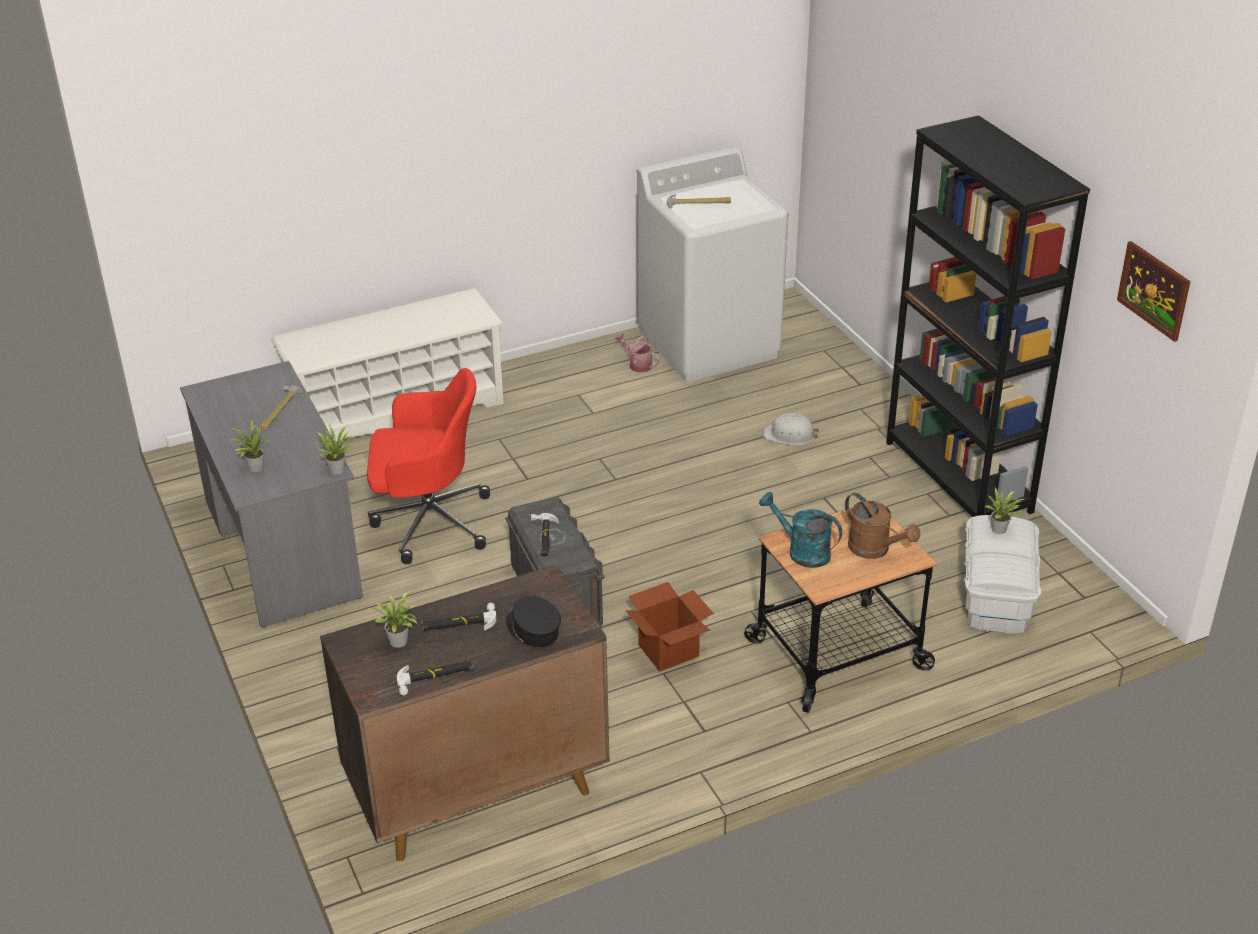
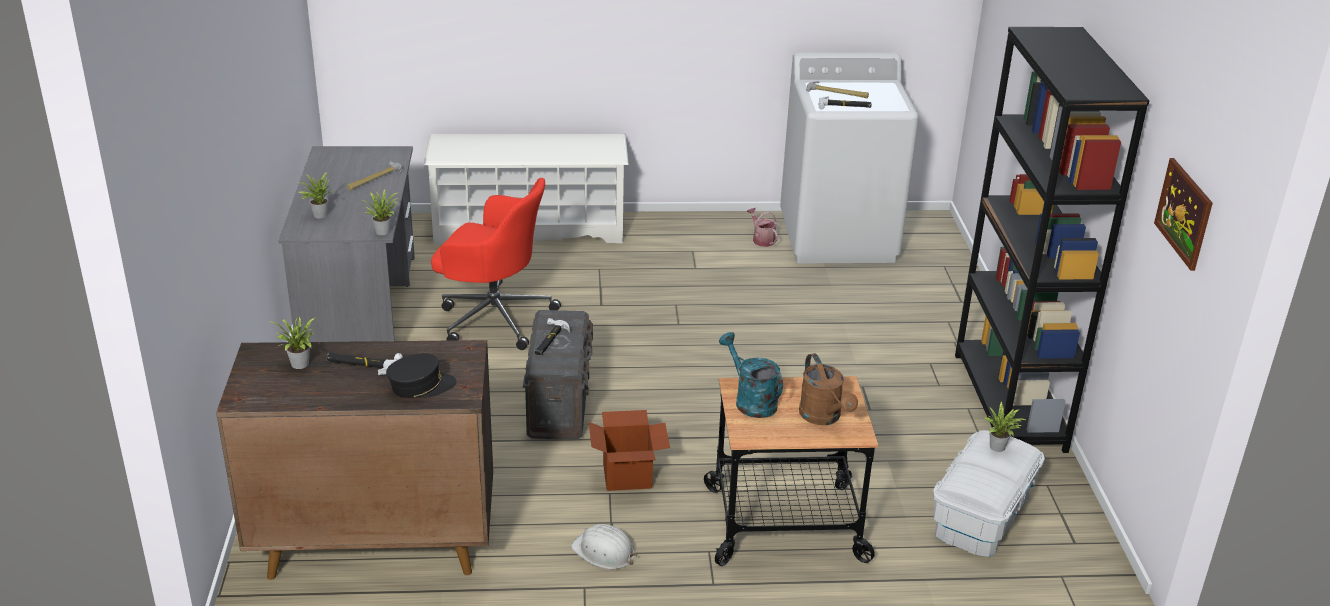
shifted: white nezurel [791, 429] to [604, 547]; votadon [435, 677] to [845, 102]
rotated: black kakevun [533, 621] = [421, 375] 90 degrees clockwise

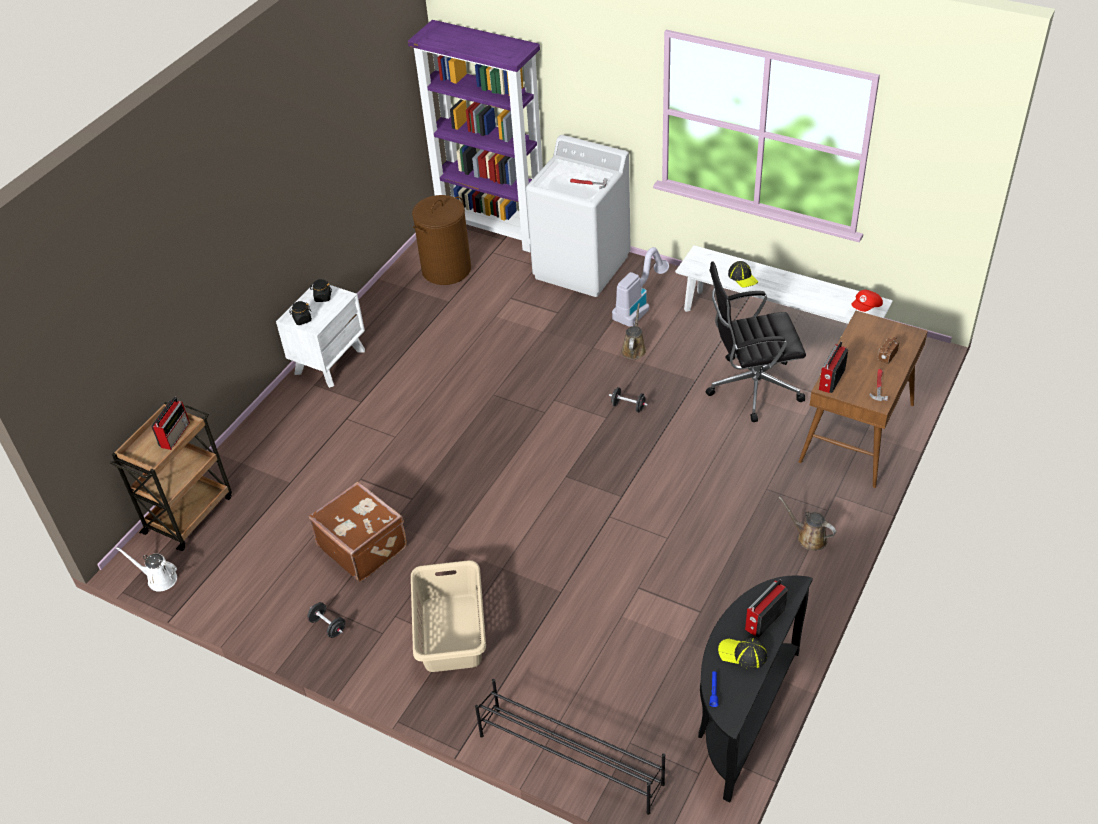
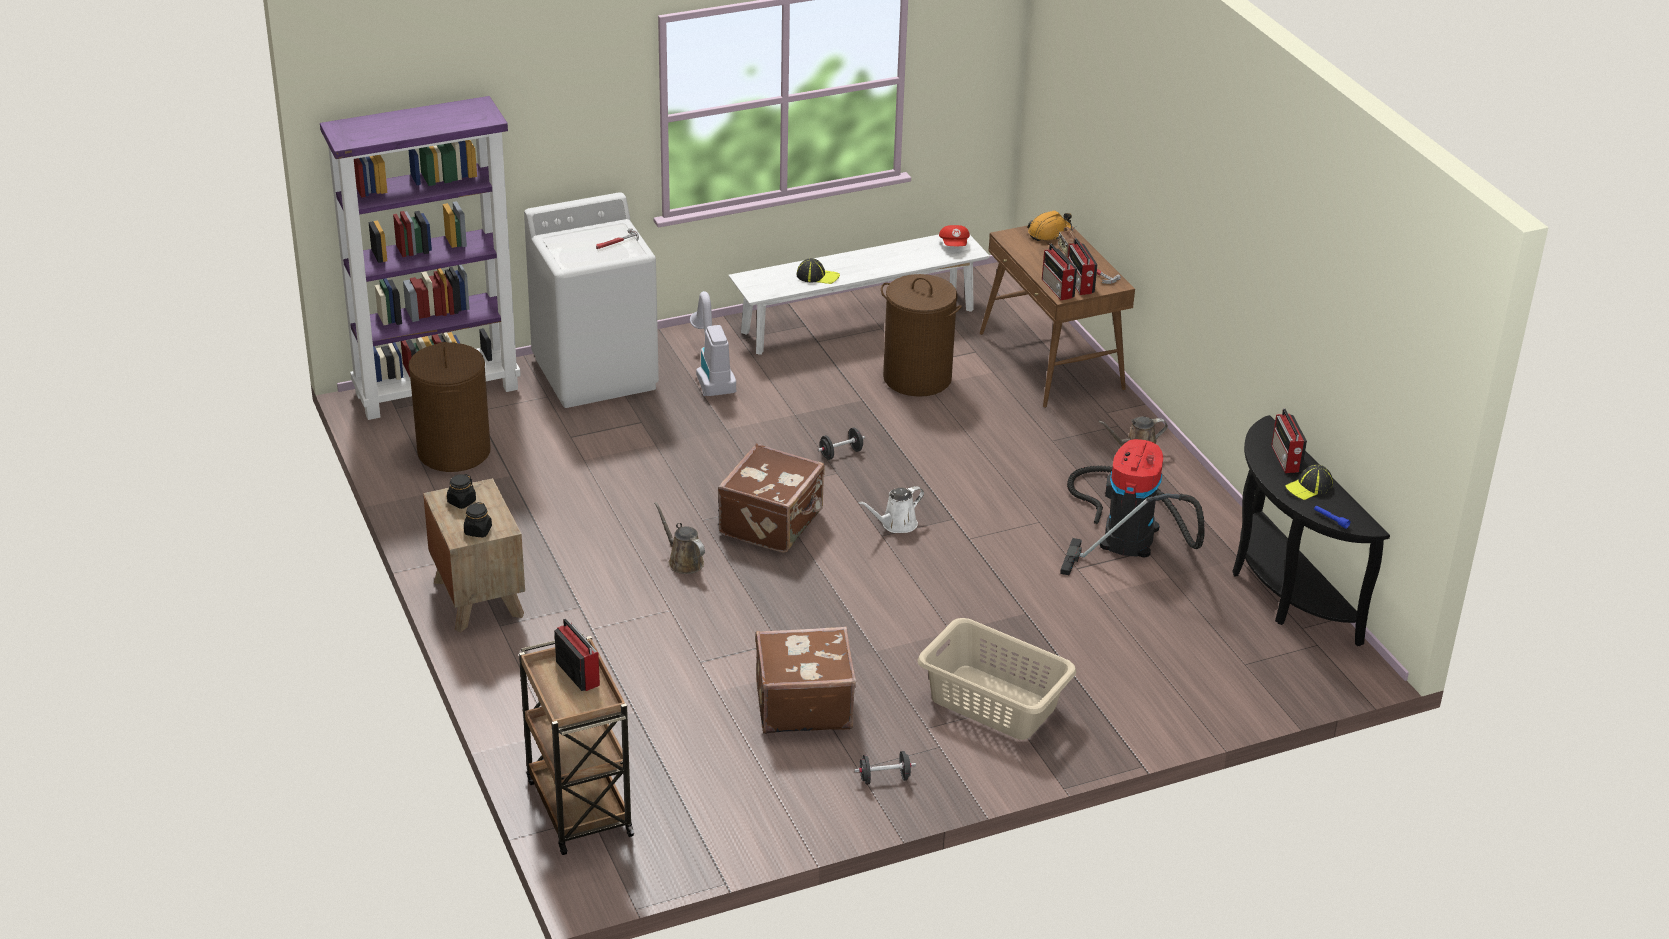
gone: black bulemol [570, 747]
new: orange nezurel [1049, 226]; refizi [1082, 266]; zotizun [1132, 507]; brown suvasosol [771, 498]
shifted: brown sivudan [633, 331] to [679, 538]; white sivudan [146, 569] to [891, 509]
swapped: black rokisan [756, 341] to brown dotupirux [921, 335]
repainted: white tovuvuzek [320, 336] to brown tovuvuzek [474, 555]

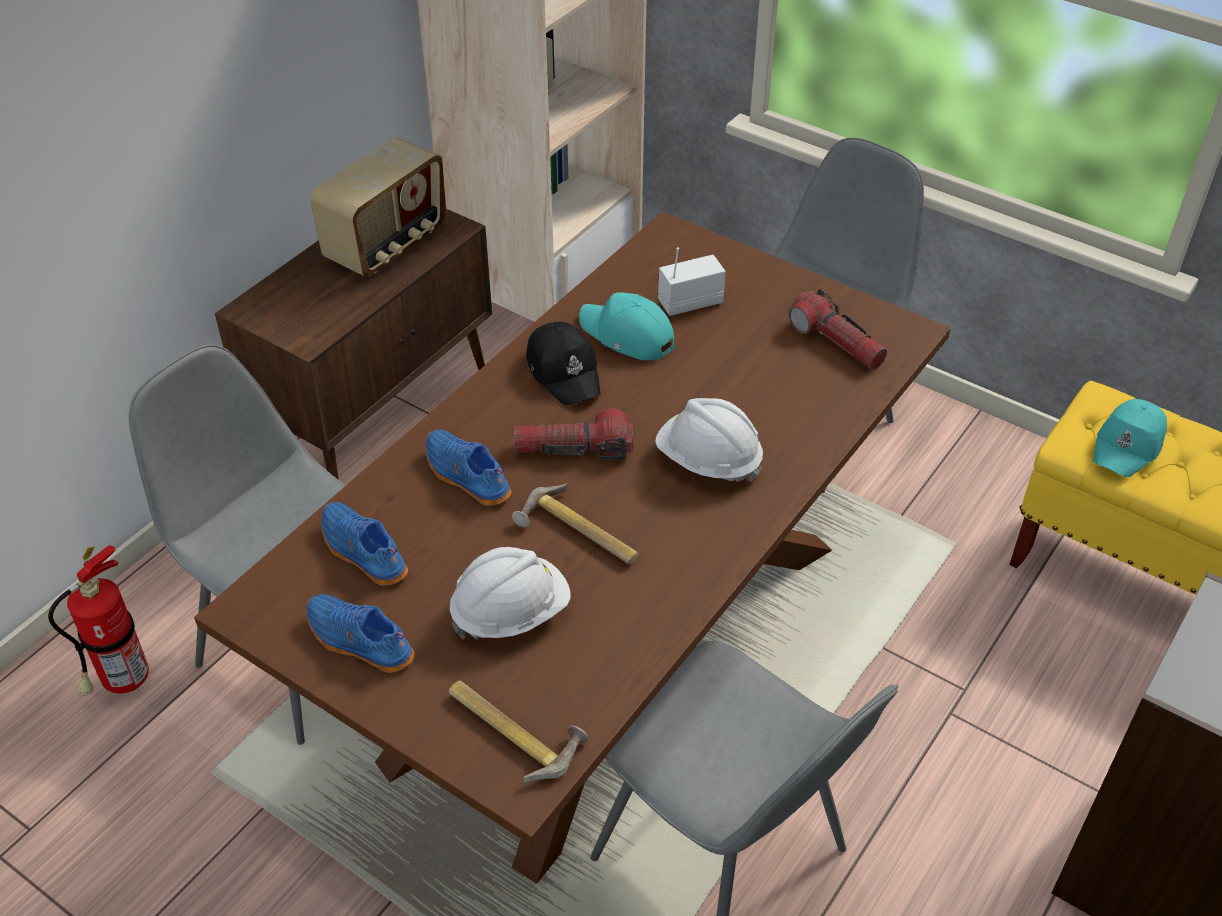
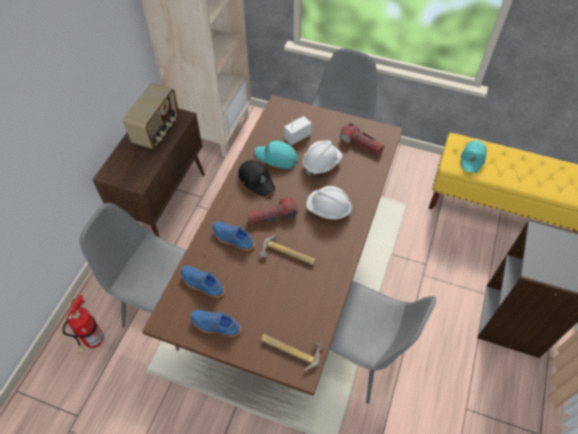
shifted: white nezurel [510, 593] to [322, 158]

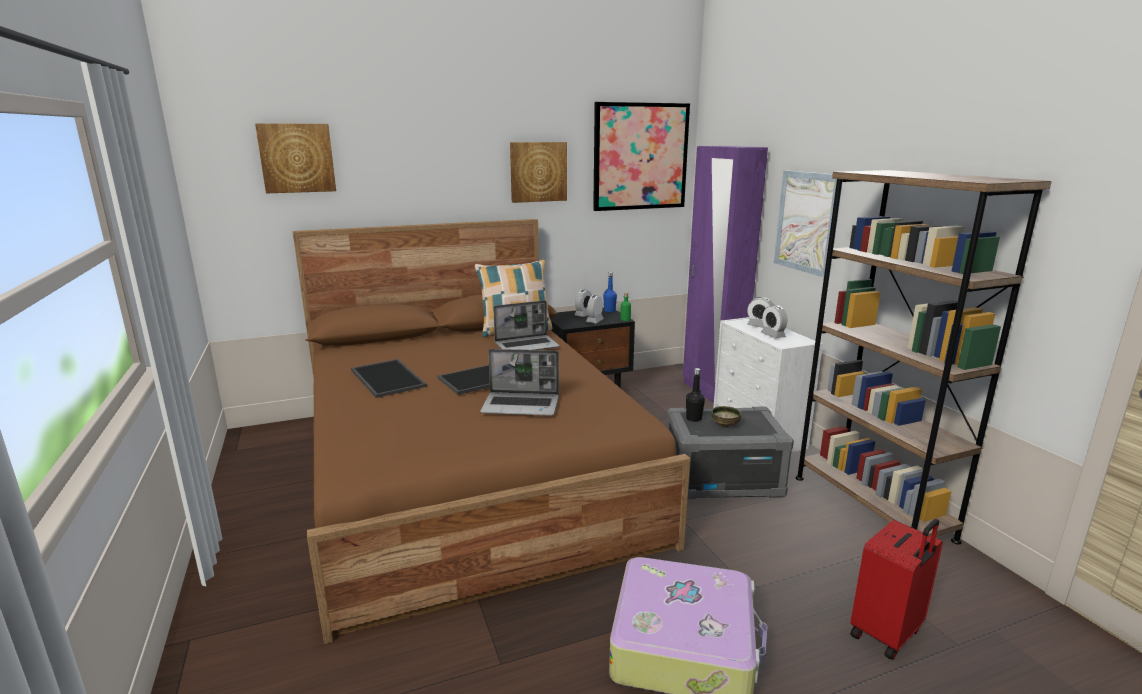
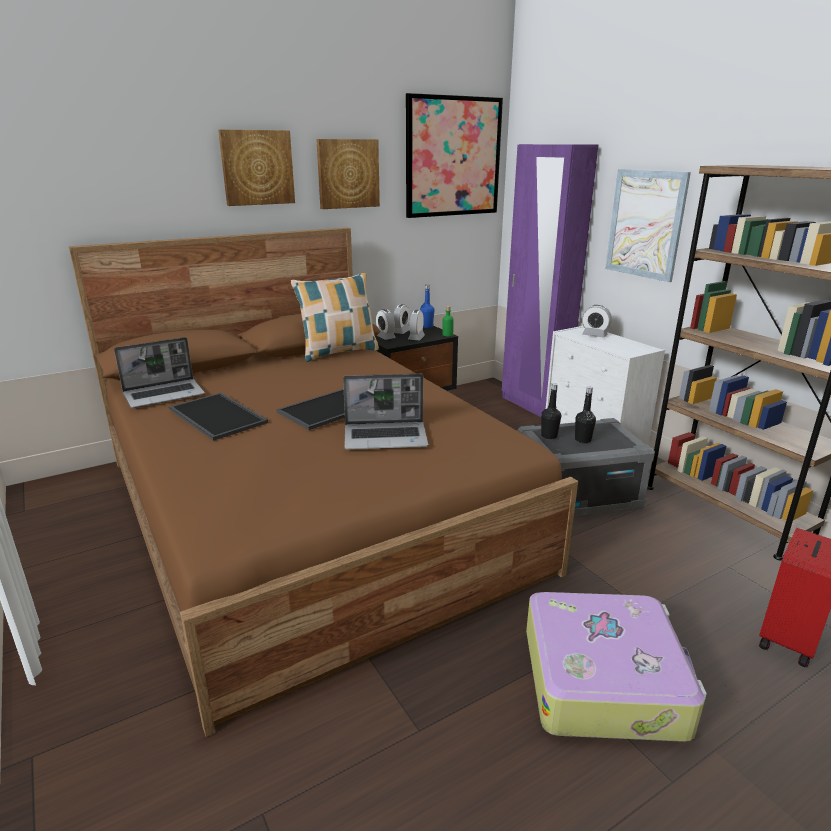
shifted: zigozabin [295, 158] to [256, 167]; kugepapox [526, 325] to [159, 372]; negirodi [774, 321] to [386, 324]
swapped: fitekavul [726, 416] to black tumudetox [585, 414]

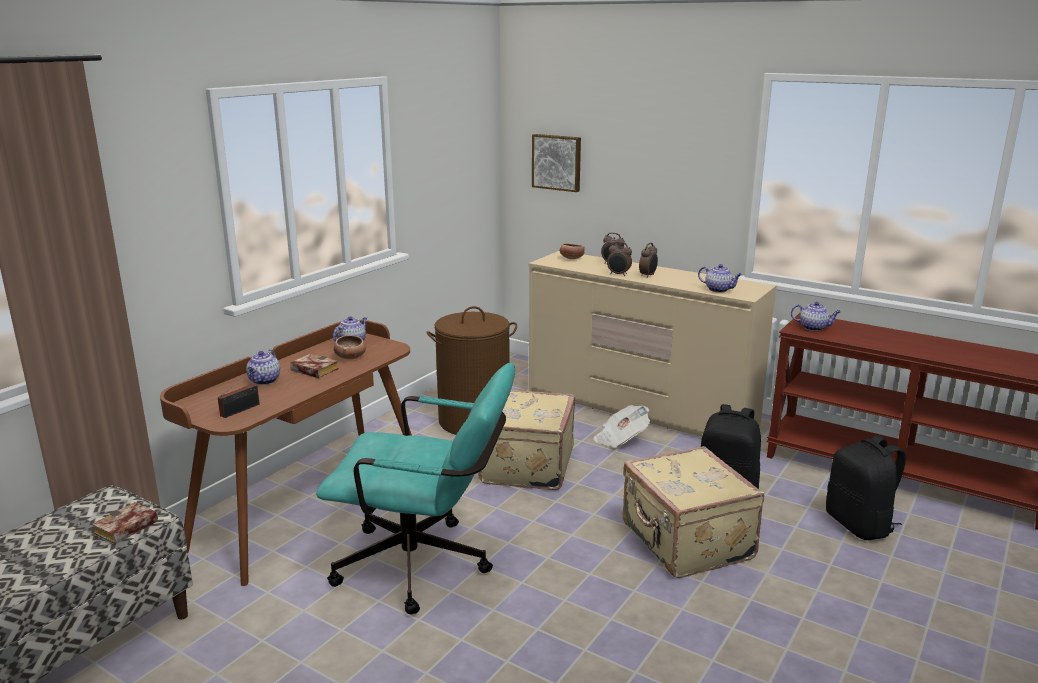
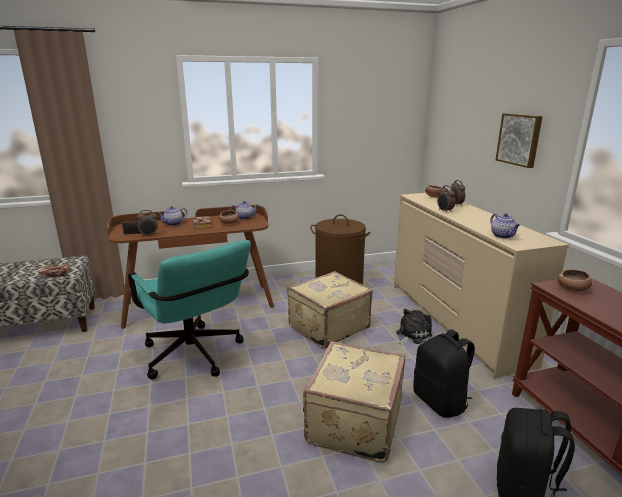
shifted: zigozabin [556, 163] to [519, 140]; negirodi [648, 260] to [147, 223]
swapped: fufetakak [816, 316] to fitekavul [575, 280]; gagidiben [621, 426] to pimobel [414, 327]

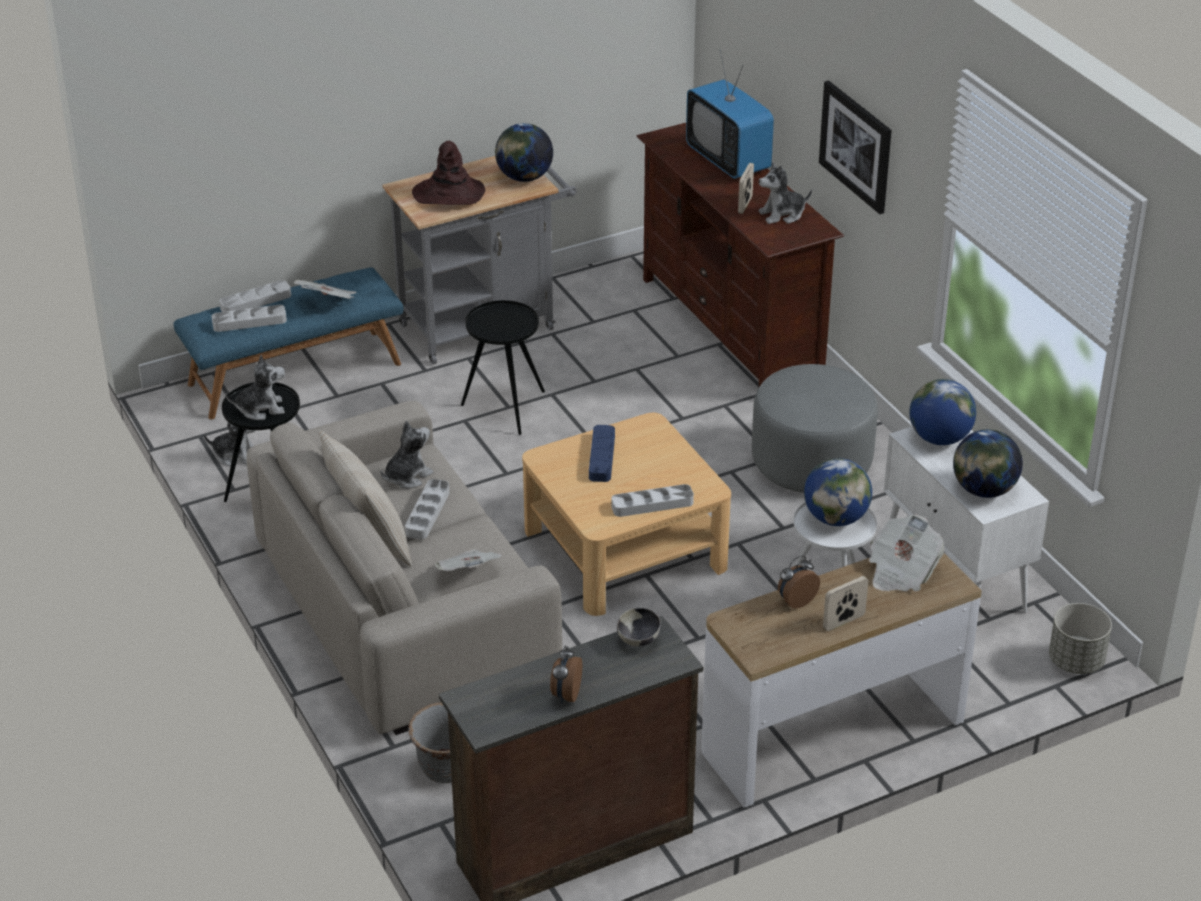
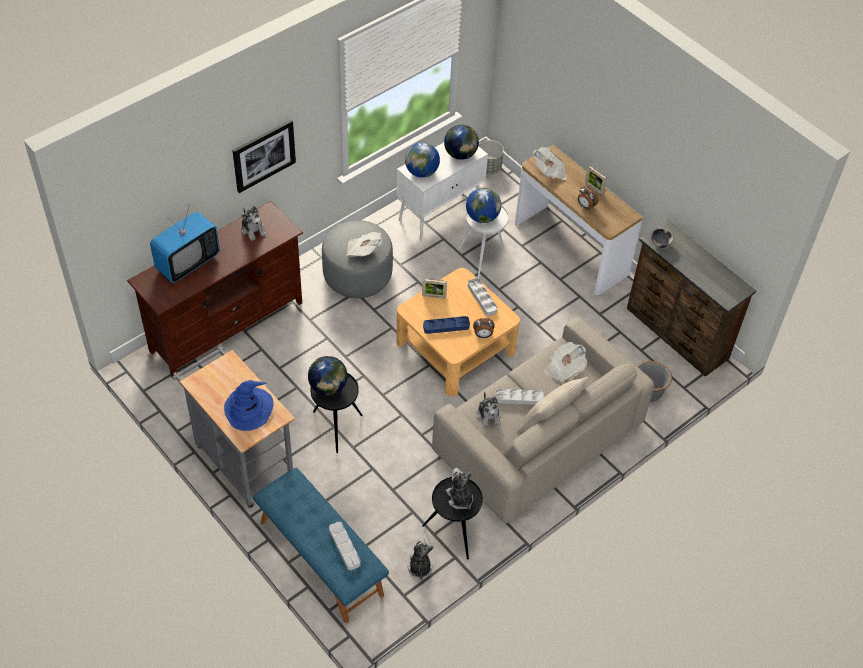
gone: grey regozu [255, 296]
shifted: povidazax [524, 152] to [328, 376]; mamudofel [746, 188] to [434, 289]; gagidiben [325, 289] to [364, 244]; negirodi [566, 674] to [484, 328]
repainted: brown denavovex [448, 173] to blue denavovex [249, 405]
rotated: pimobel [407, 455] = [488, 410] 135 degrees counterclockwise

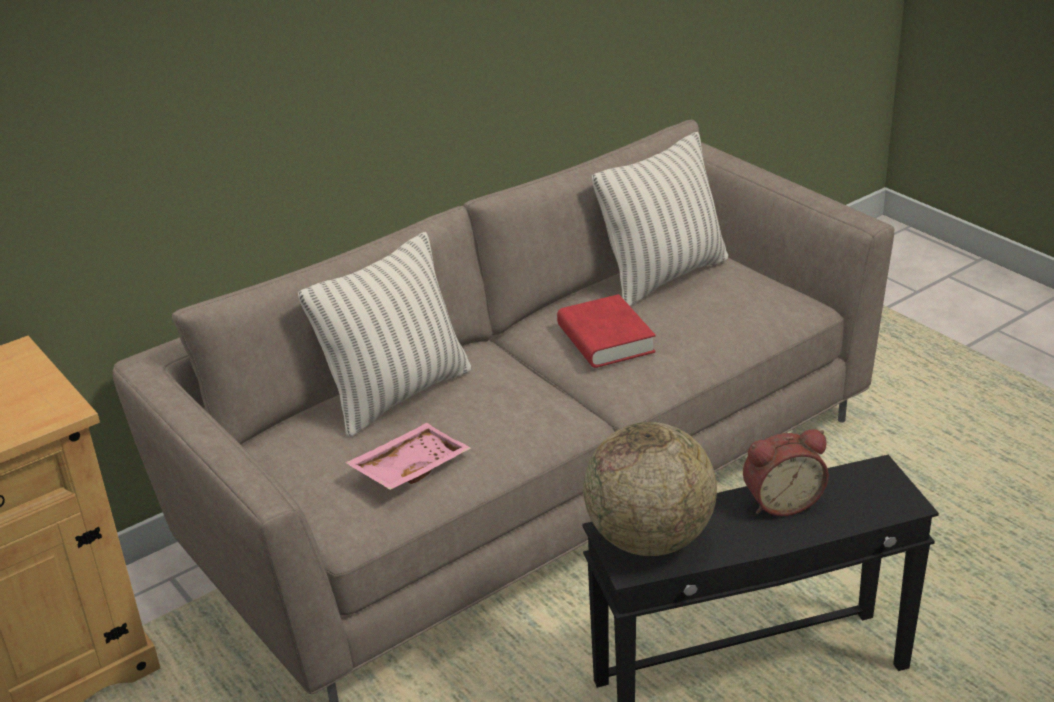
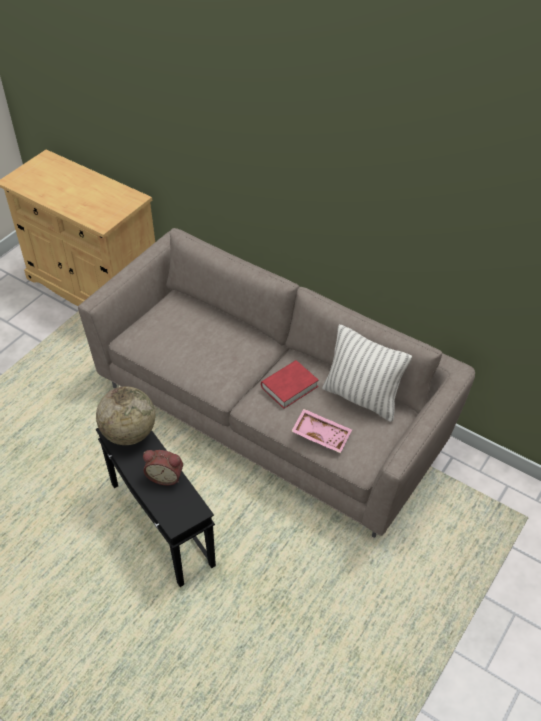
gone: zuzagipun [384, 334]
shifted: pink regozu [408, 456] to [322, 431]
rotated: negirodi [786, 472] = [163, 467] 45 degrees counterclockwise

